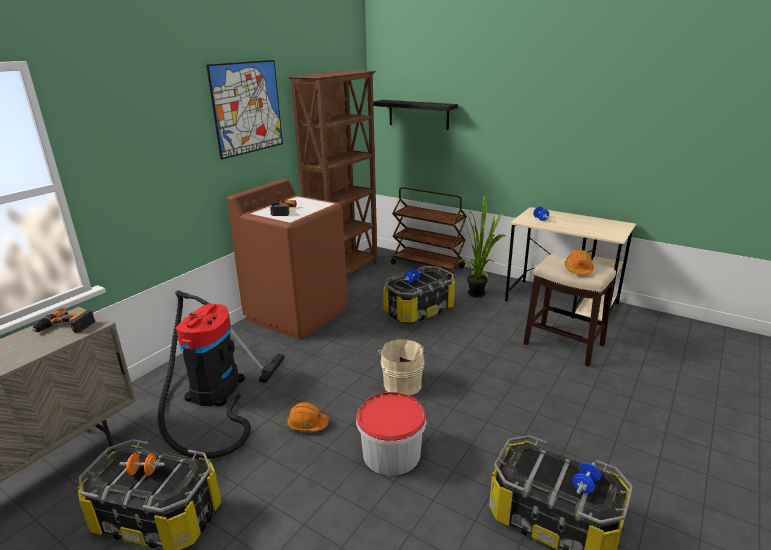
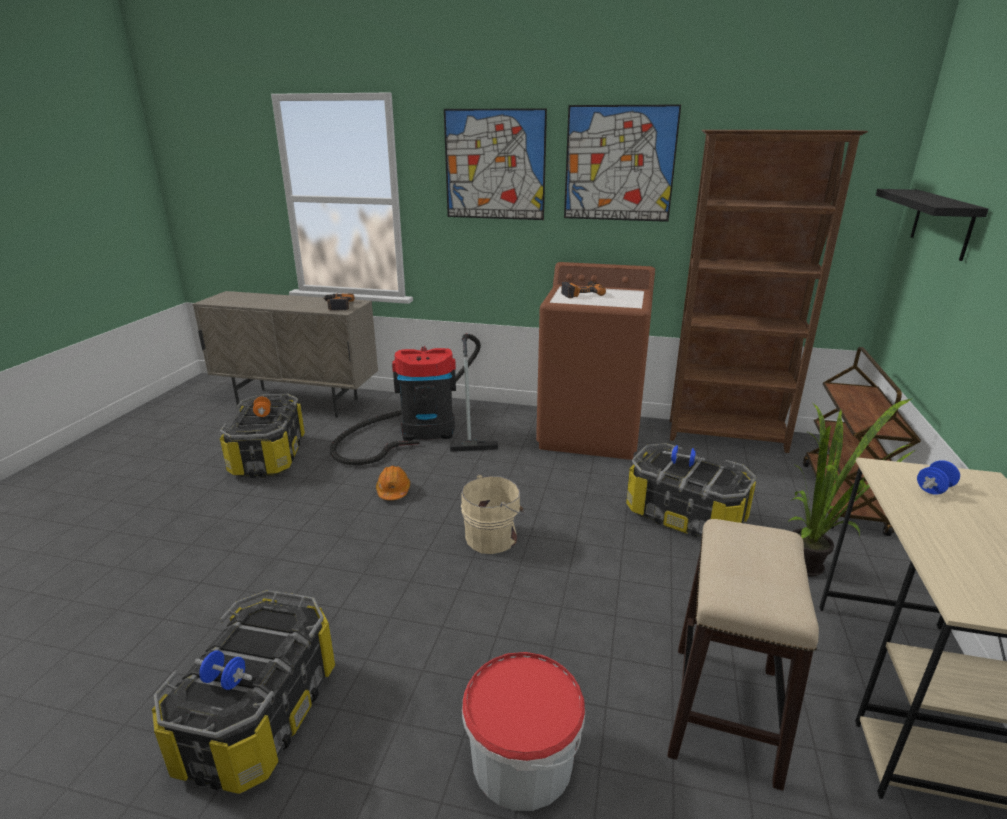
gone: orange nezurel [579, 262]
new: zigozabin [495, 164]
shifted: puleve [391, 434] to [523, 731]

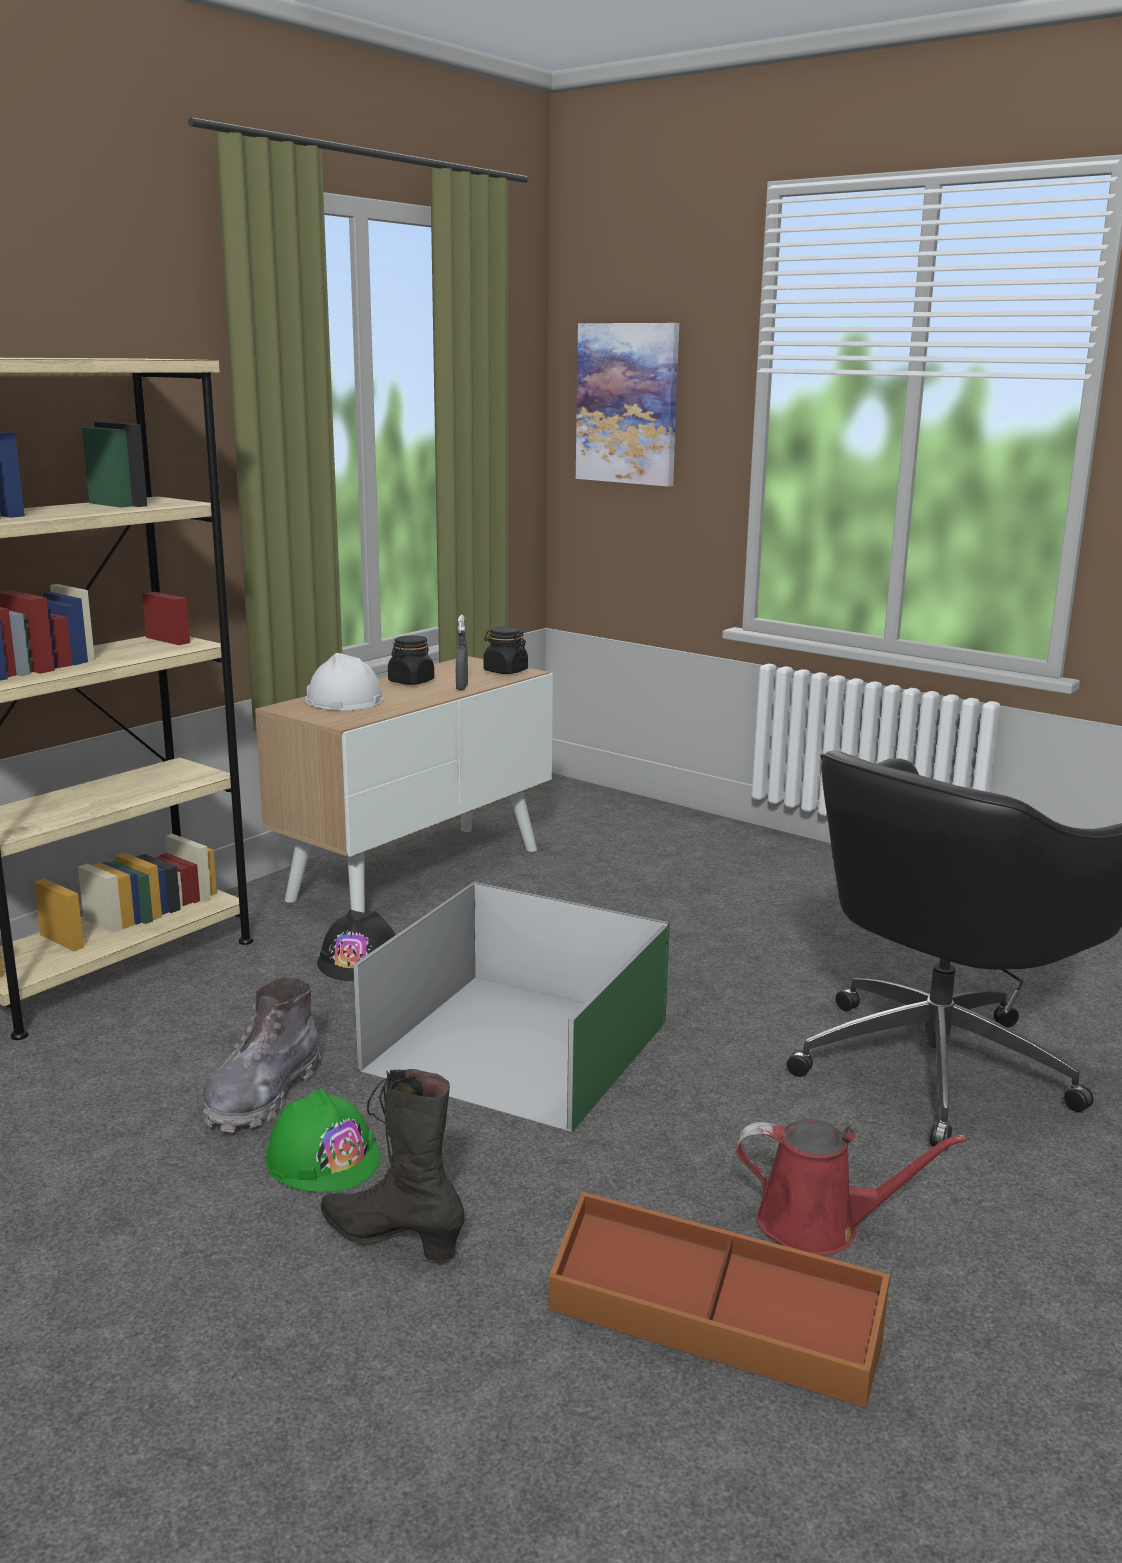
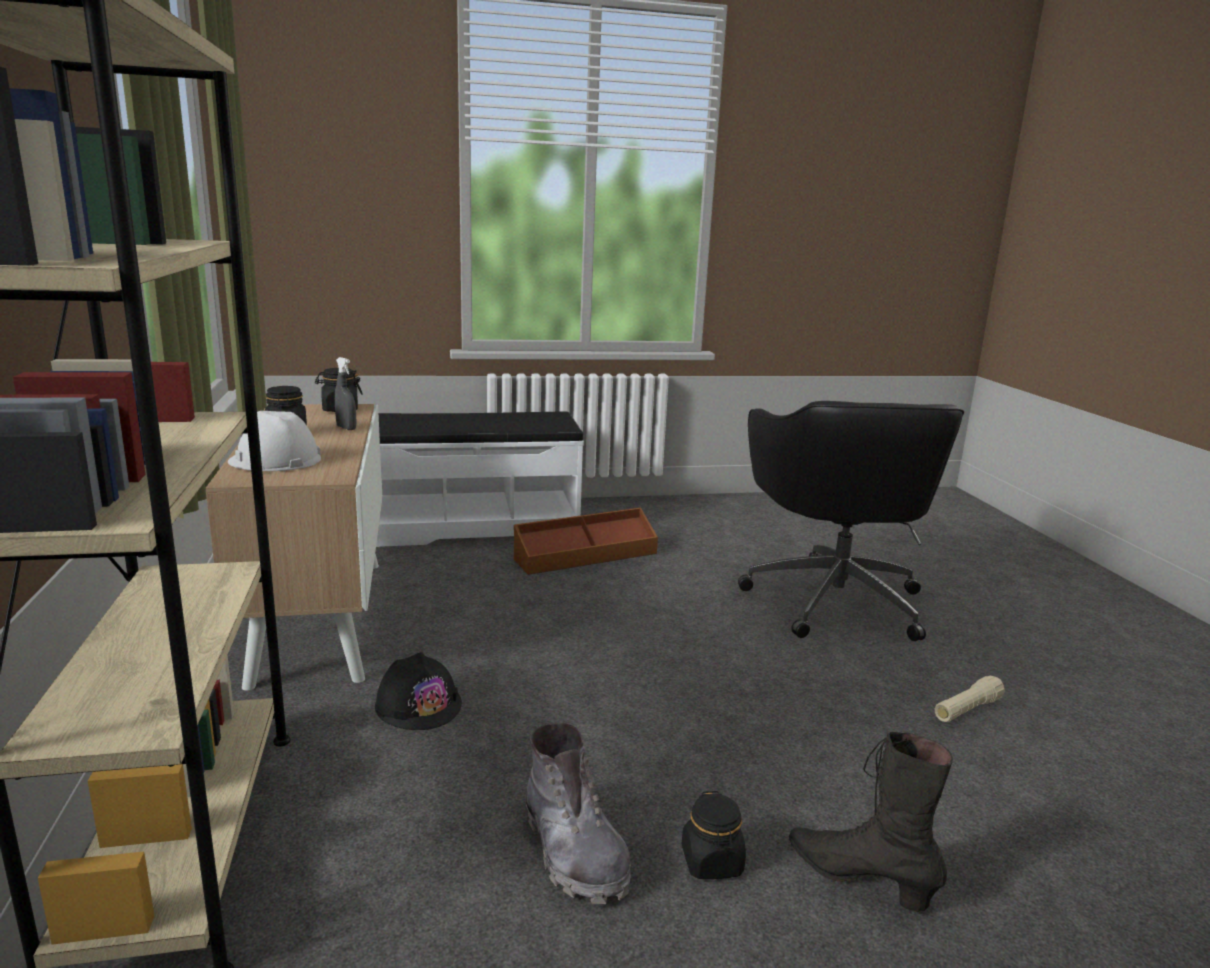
gone: zigozabin [627, 405]; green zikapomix [511, 1006]
new: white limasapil [480, 479]
shifted: brown zikapomix [719, 1300] to [586, 541]
swapped: green nezurel [323, 1140] to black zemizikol [713, 835]; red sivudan [851, 1187] to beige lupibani [970, 699]
rotated: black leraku [393, 1165] = [871, 822] 60 degrees clockwise

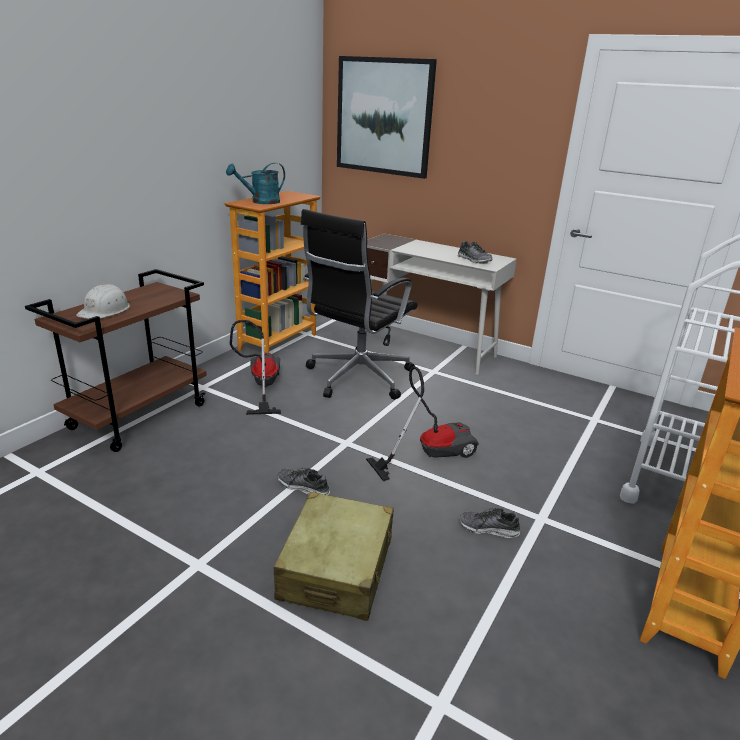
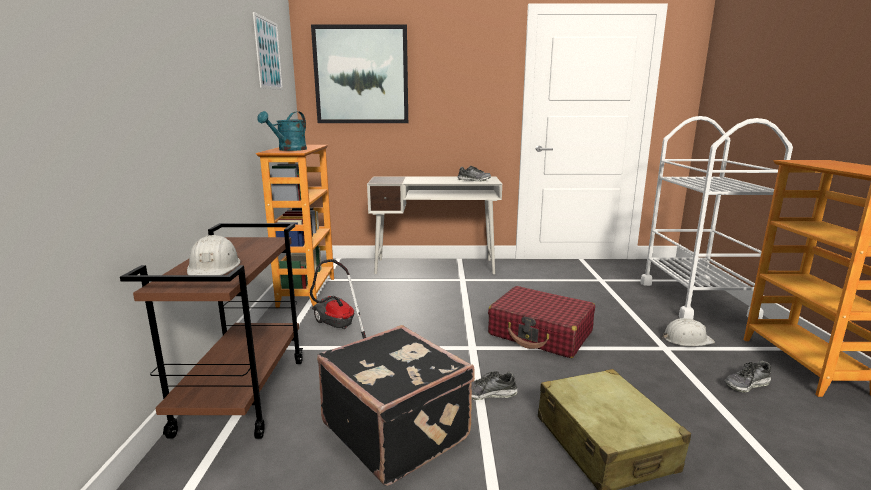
gone: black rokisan [359, 304]
new: zigozabin [268, 51]; white nezurel [688, 332]; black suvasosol [396, 405]
shifted: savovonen [489, 523] to [747, 376]
swapped: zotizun [422, 423] to red suvasosol [541, 322]

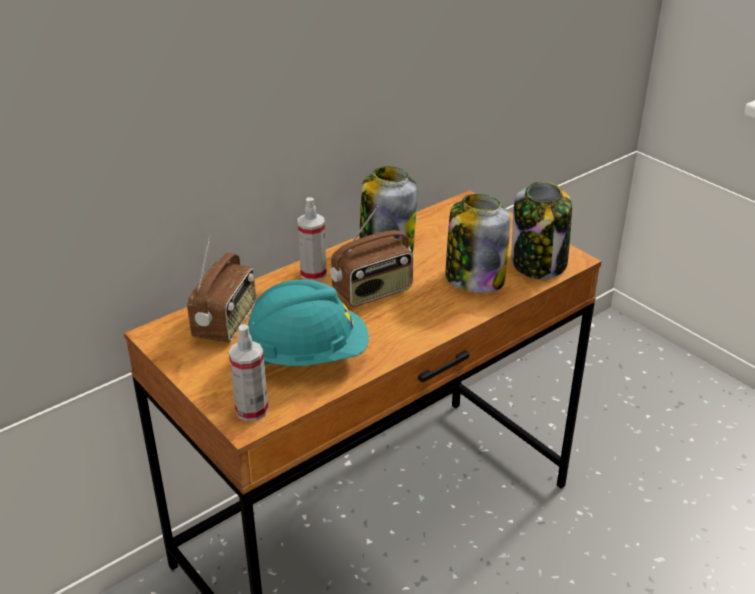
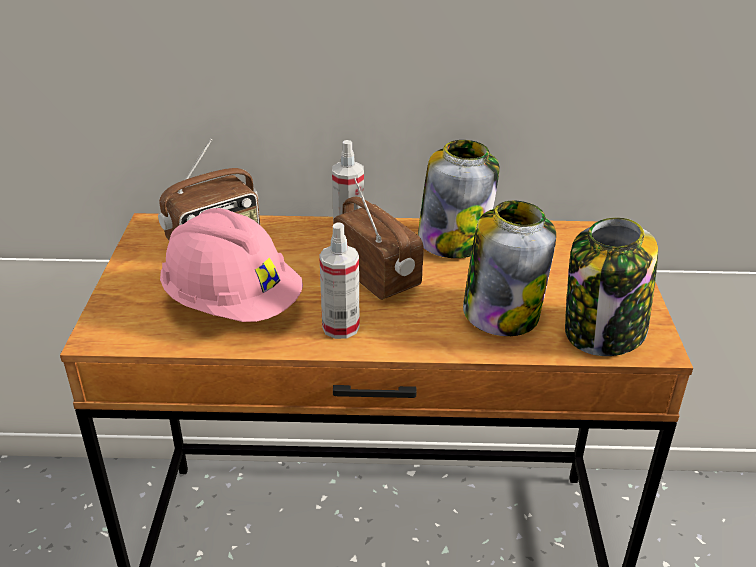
shifted: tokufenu [248, 372] to [339, 280]
repainted: turquoise nezurel [308, 323] to pink nezurel [231, 265]
rotated: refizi [371, 256] = [378, 239] 135 degrees counterclockwise

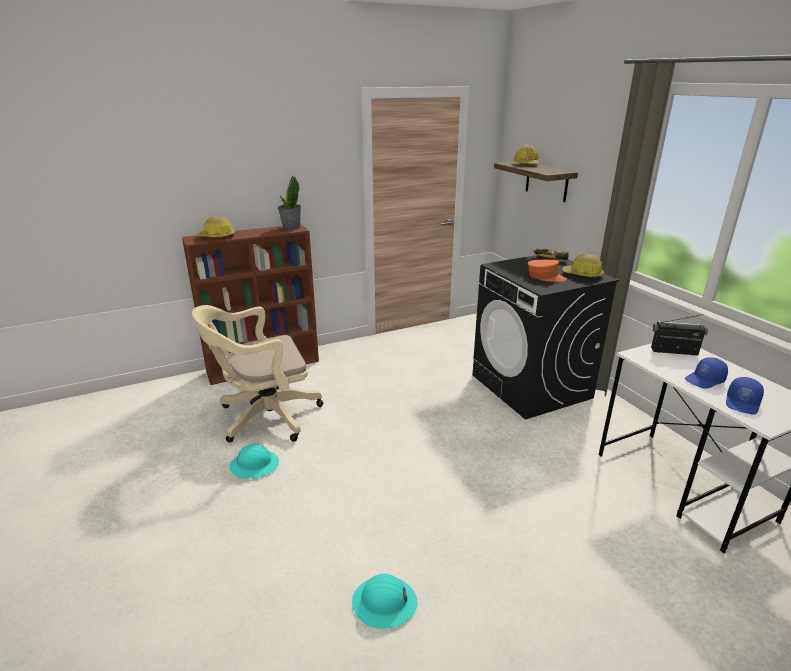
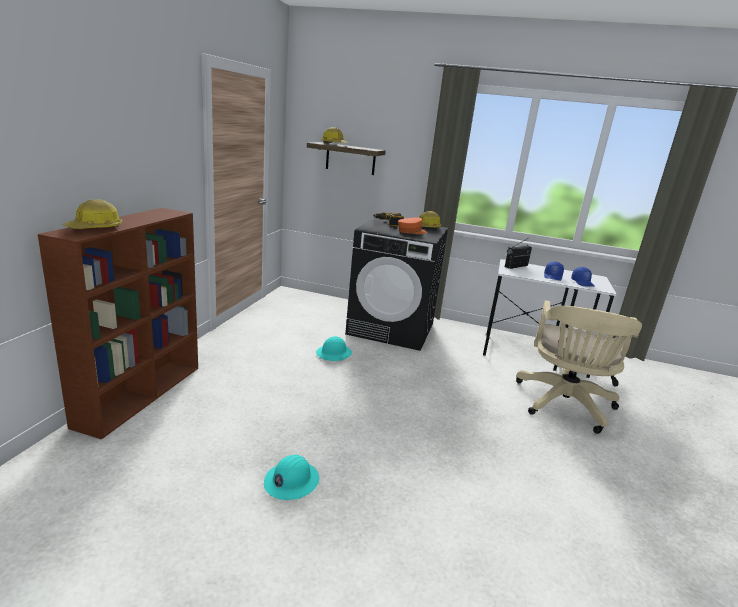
gone: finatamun [289, 202]
shifted: beige rokisan [258, 373] to [579, 367]; turquoise nezurel [384, 601] to [334, 348]

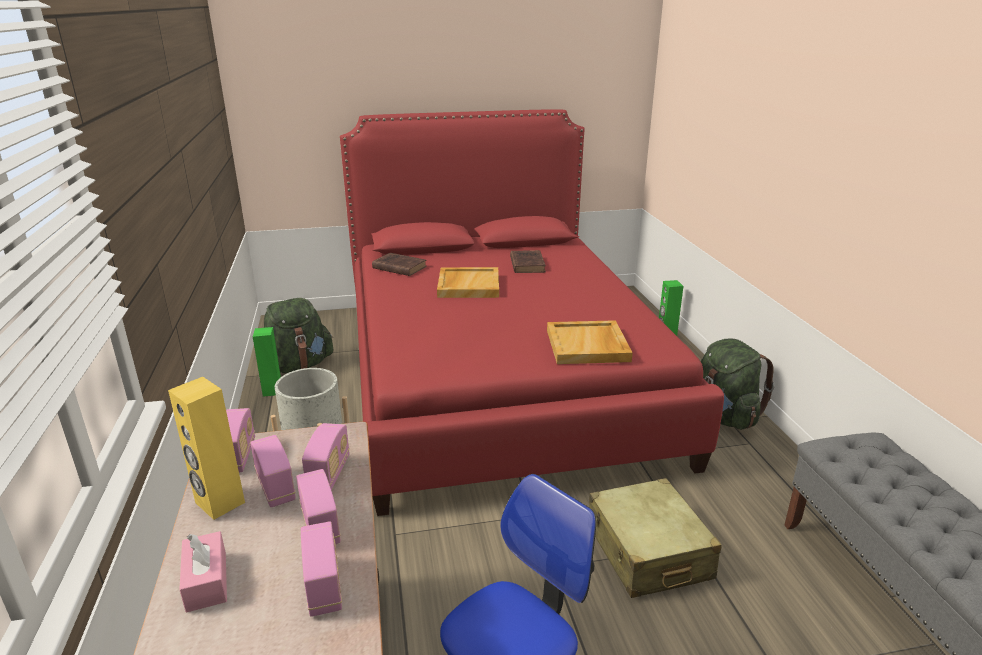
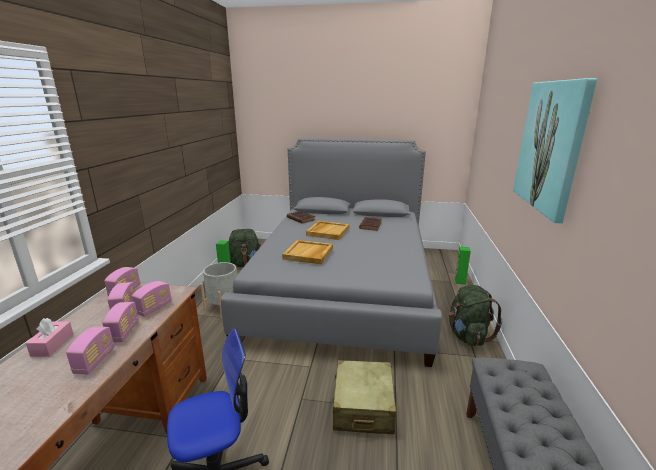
gone: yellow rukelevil [206, 448]
new: zigozabin [555, 150]
shifted: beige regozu [590, 342] to [307, 252]
repainted: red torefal [532, 312] to grey torefal [331, 252]

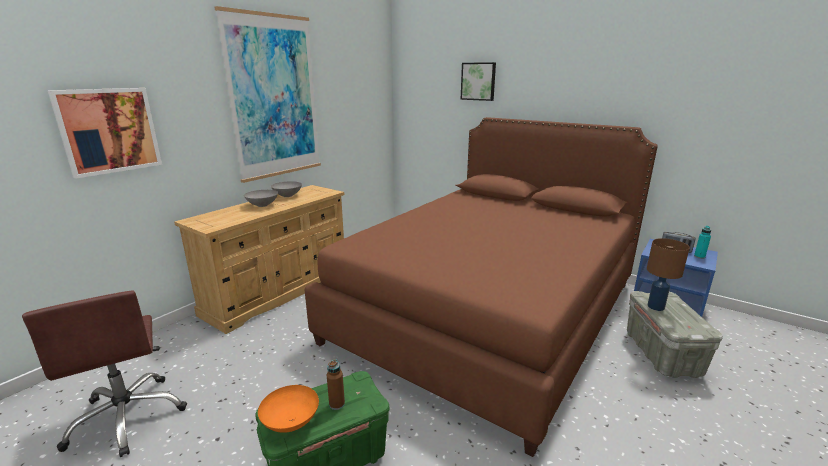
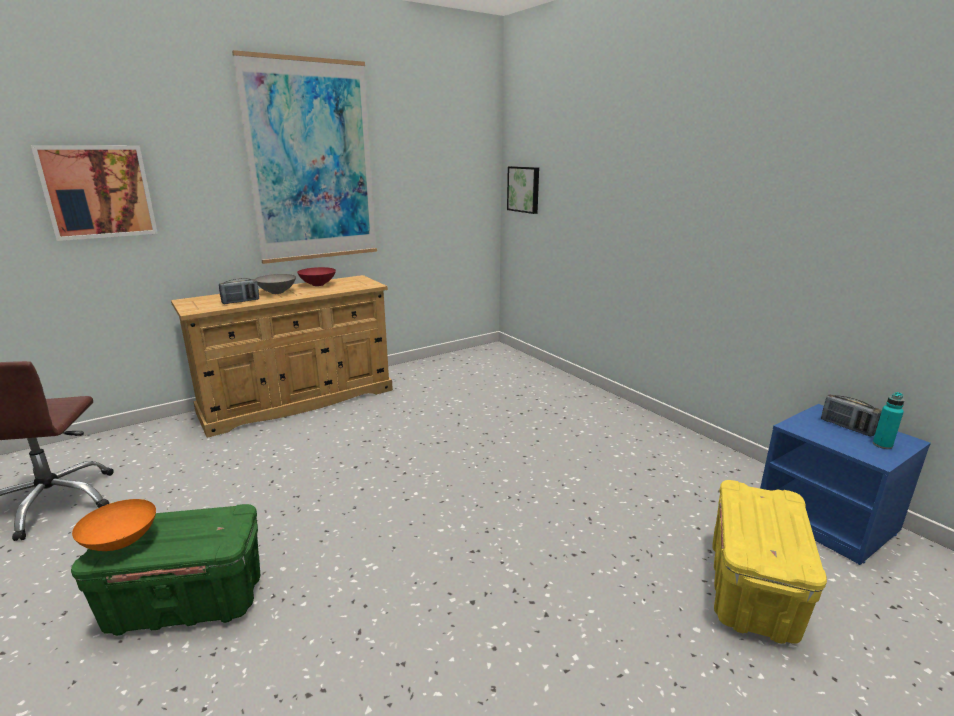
gone: brown torefal [481, 287]; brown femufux [668, 274]; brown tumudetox [336, 384]
new: refizi [239, 291]
shifted: zigozabin [478, 81] to [523, 190]
repainted: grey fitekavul [286, 189] to red fitekavul [316, 276]; grey zikapomix [675, 334] to yellow zikapomix [769, 562]

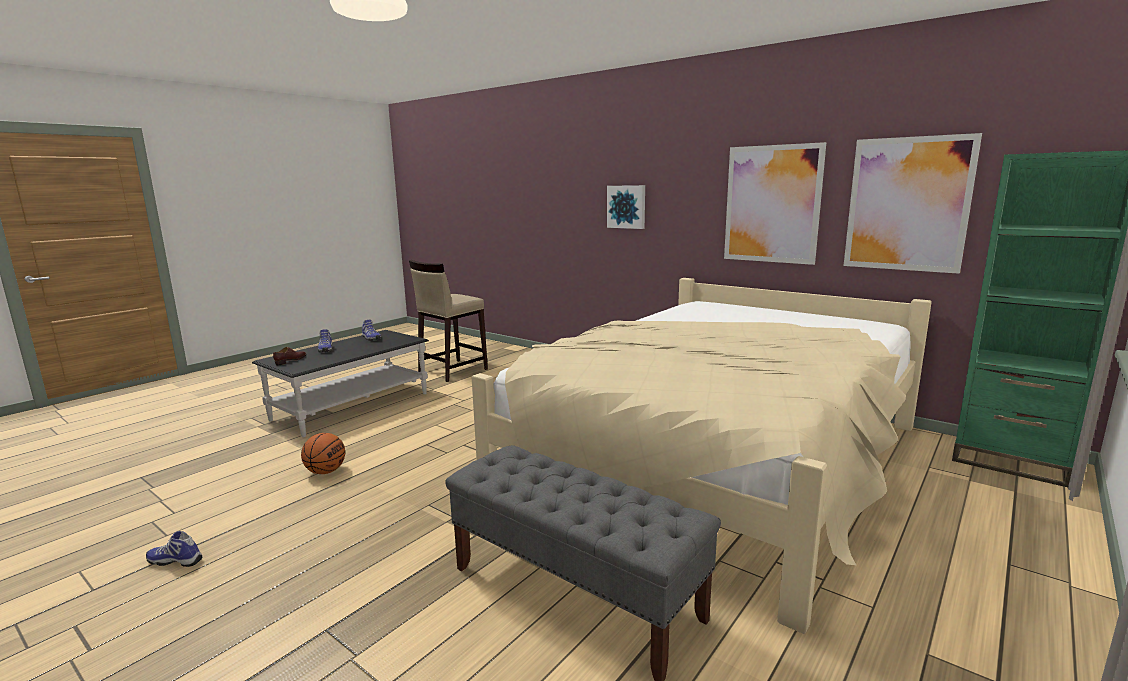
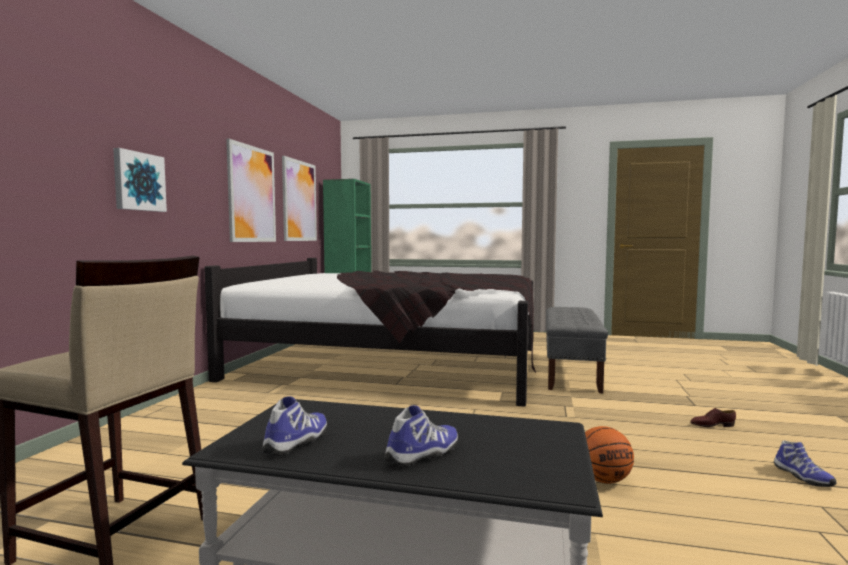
shifted: brown savovonen [289, 356] to [713, 417]
repainted: beige torefal [702, 456] to black torefal [370, 332]

